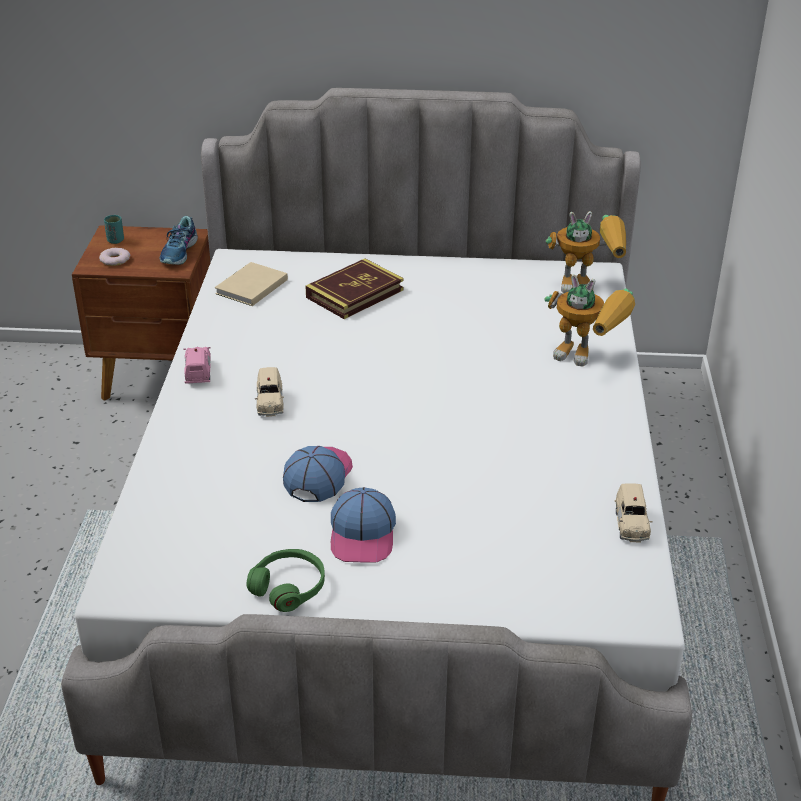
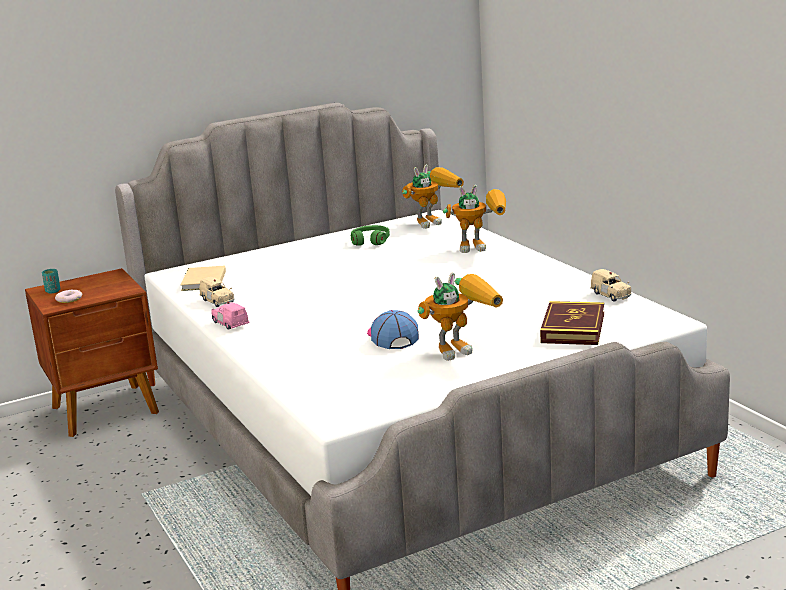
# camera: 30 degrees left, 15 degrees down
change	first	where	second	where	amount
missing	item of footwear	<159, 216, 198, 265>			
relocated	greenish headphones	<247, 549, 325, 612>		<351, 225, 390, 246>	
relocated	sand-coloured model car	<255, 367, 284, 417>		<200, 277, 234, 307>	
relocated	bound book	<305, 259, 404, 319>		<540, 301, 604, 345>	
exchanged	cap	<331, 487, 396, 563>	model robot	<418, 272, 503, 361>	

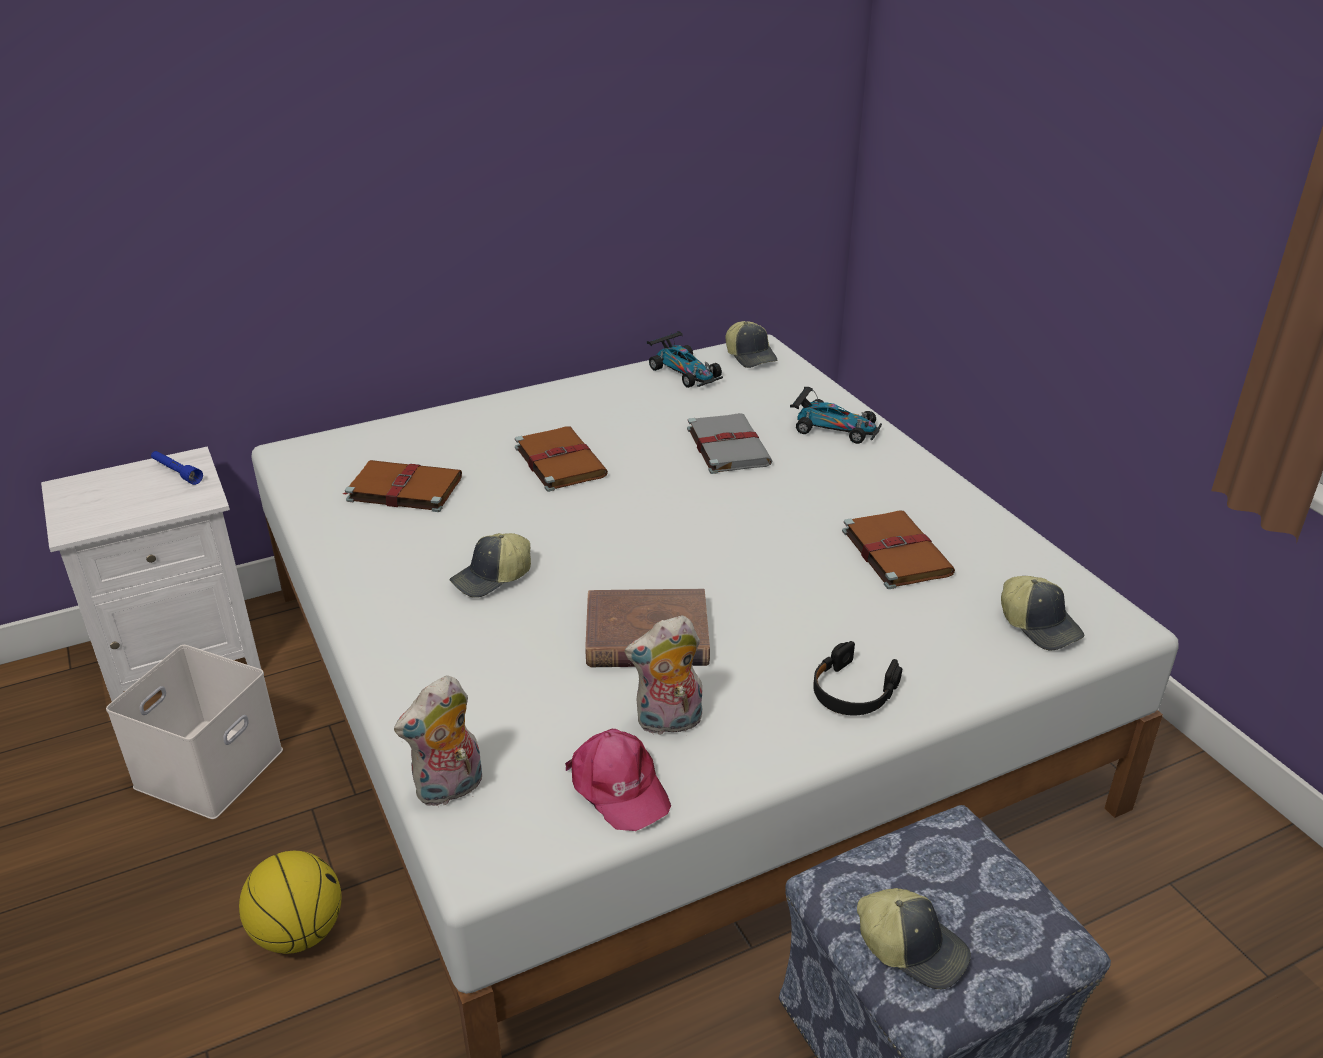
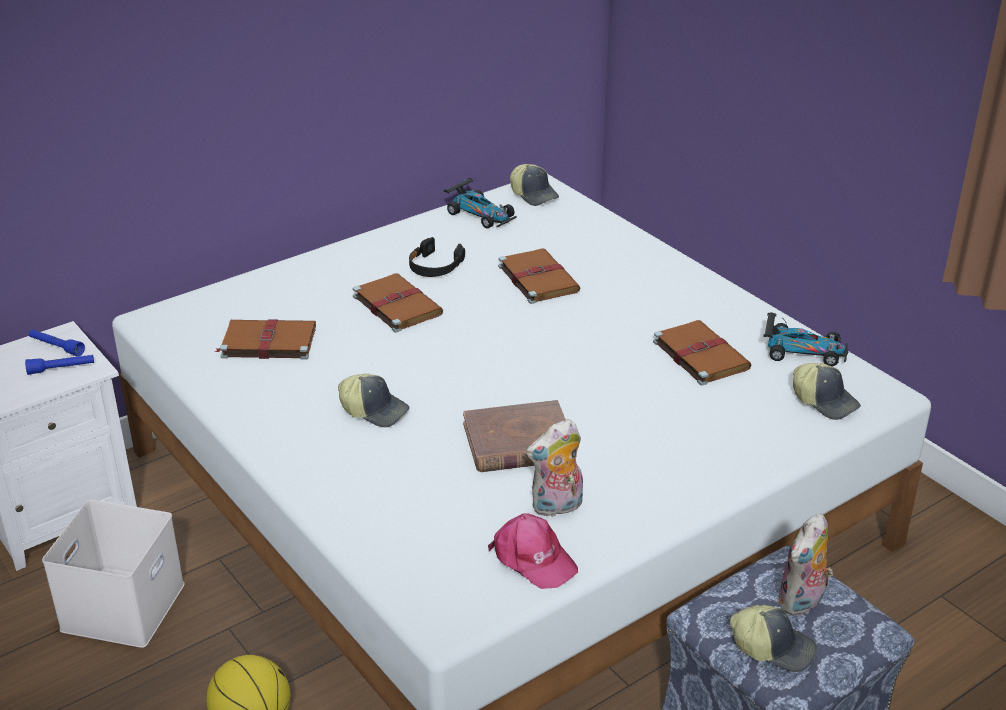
# camera: 10 degrees left, 0 degrees up
change	first	where	second	where	amount
relocated	cuddly toy	<394, 675, 482, 808>		<777, 513, 833, 616>	
spun	cap	<450, 533, 531, 598>		<338, 373, 410, 427>	105 degrees counterclockwise
colour	greyish bound book	<687, 413, 772, 474>	brownish bound book	<498, 248, 581, 304>	
relocated	model car	<790, 387, 882, 444>		<763, 312, 848, 366>	
relocated	blackish headphones	<813, 641, 902, 715>		<409, 237, 465, 277>	
appeared			blue torch	<25, 355, 94, 375>	

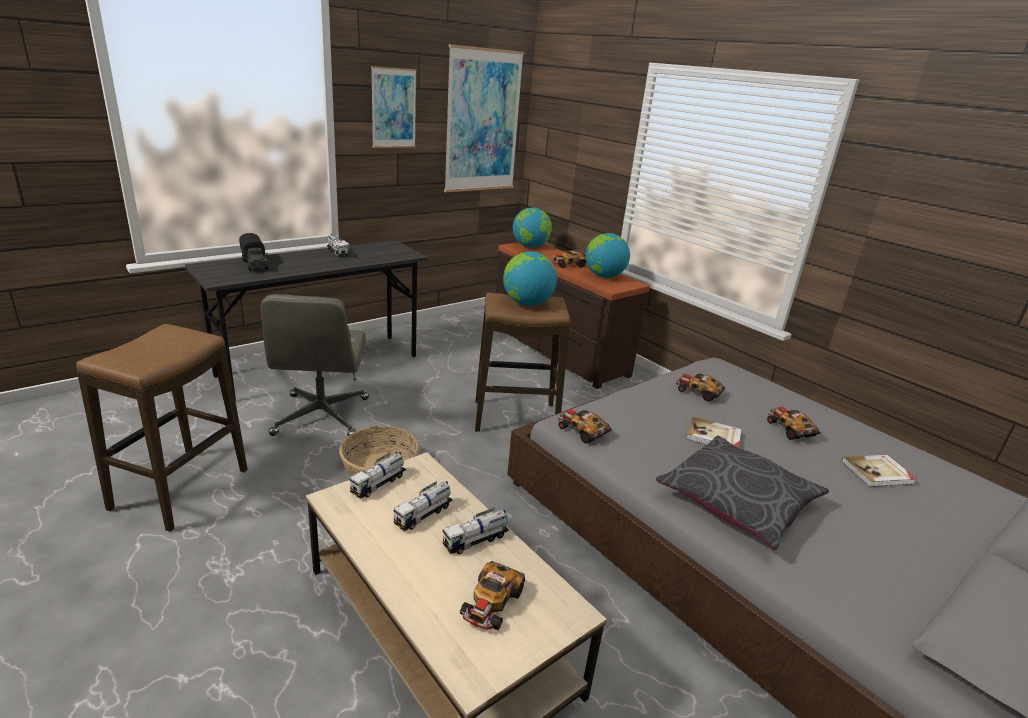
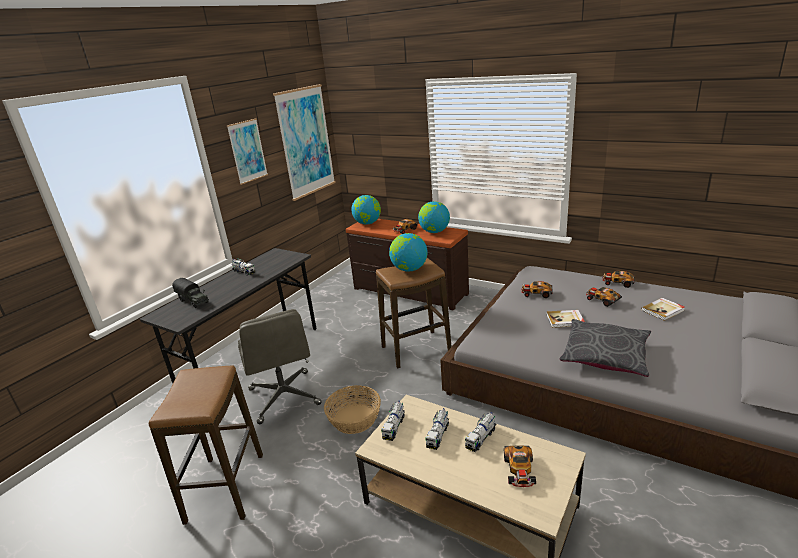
# camera: 15 degrees left, 0 degrees up
change	first	where	second	where	amount
relocated	model car	<558, 407, 612, 444>		<603, 271, 635, 288>	

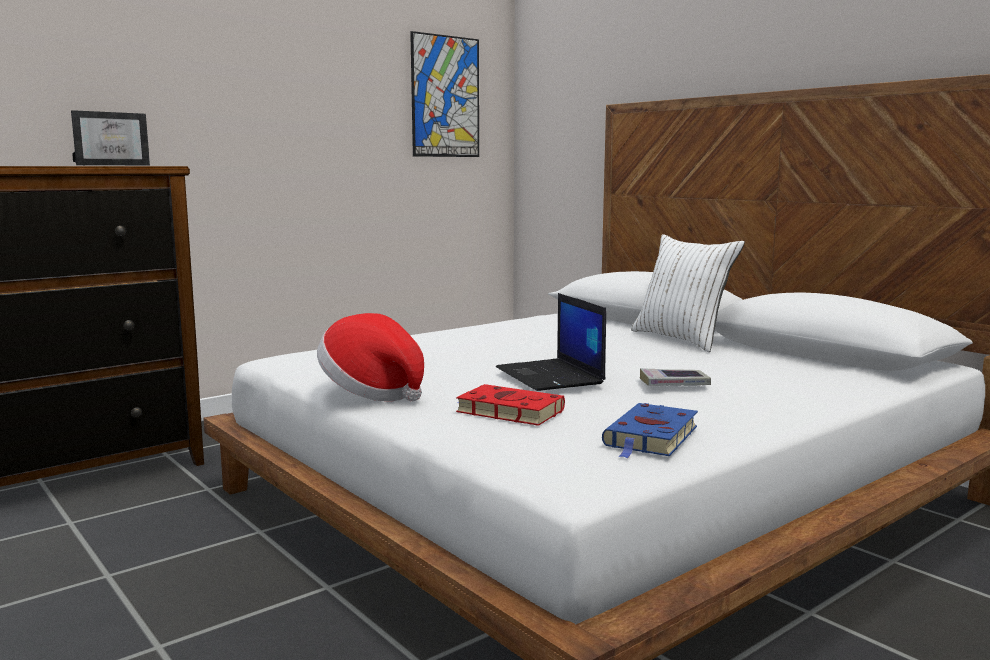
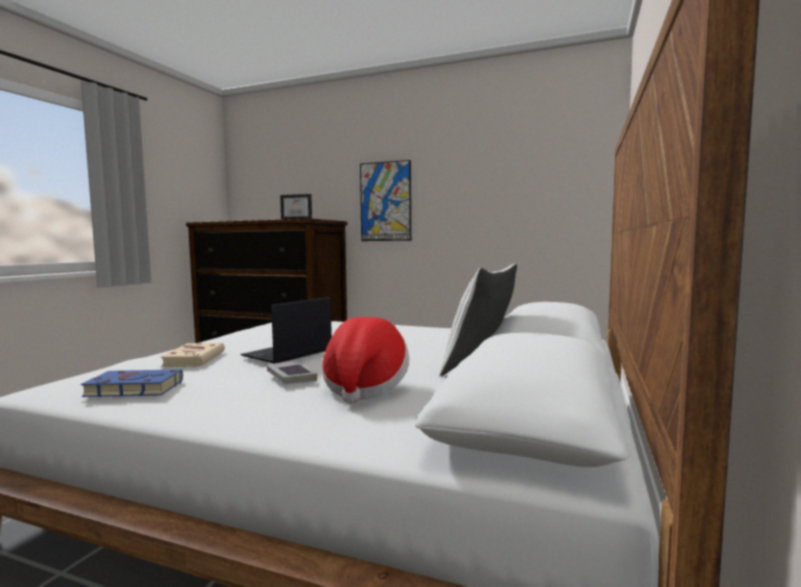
# camera: 60 degrees right, 5 degrees down
change	first	where	second	where	amount
relocated	hat	<317, 313, 424, 401>		<322, 317, 409, 404>	
relocated	picture	<410, 31, 479, 157>		<360, 160, 411, 241>	
colour	red-coloured bound book	<456, 384, 565, 426>	sand-coloured bound book	<160, 343, 225, 367>	

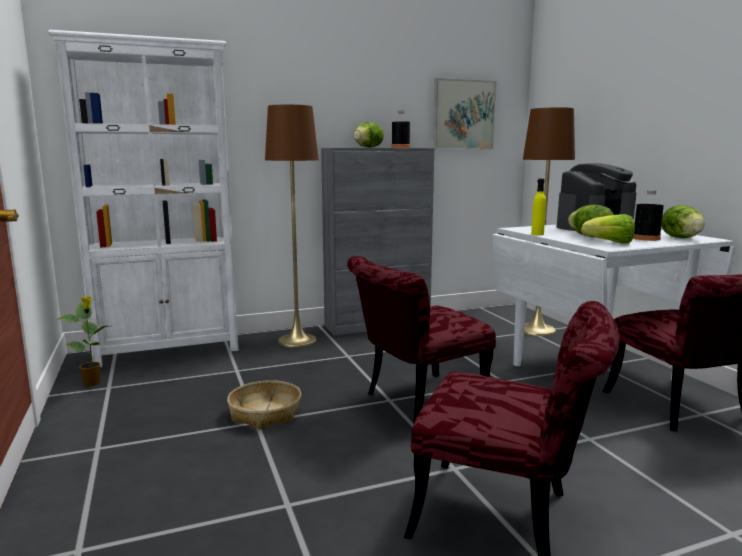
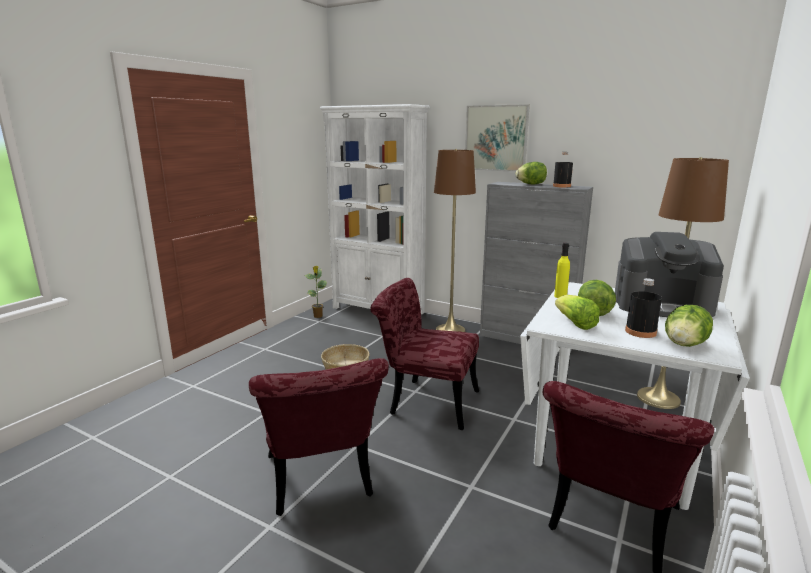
# camera: 50 degrees right, 5 degrees up
change	first	where	second	where	amount
relocated	picture	<433, 78, 497, 150>		<465, 104, 530, 172>	

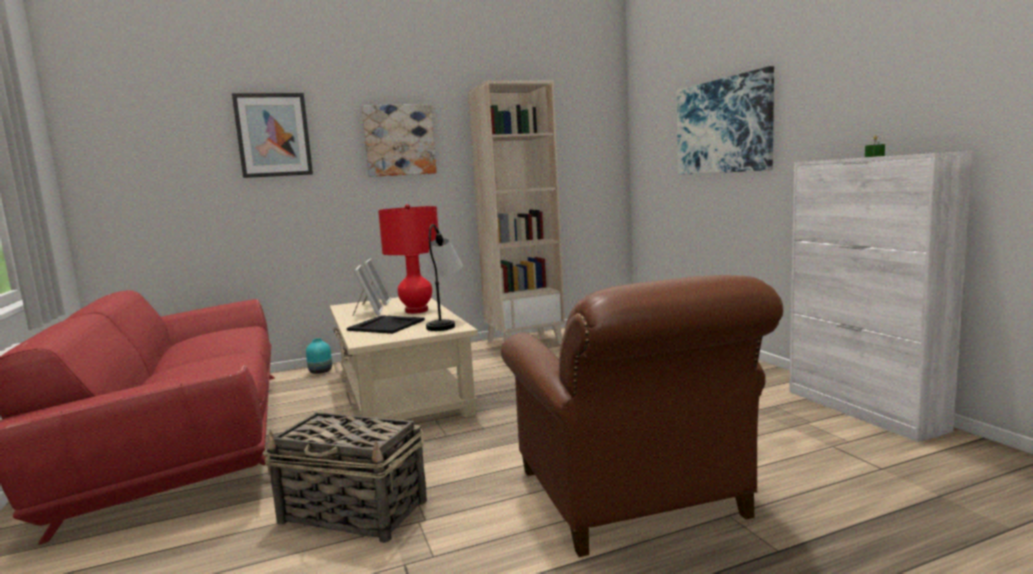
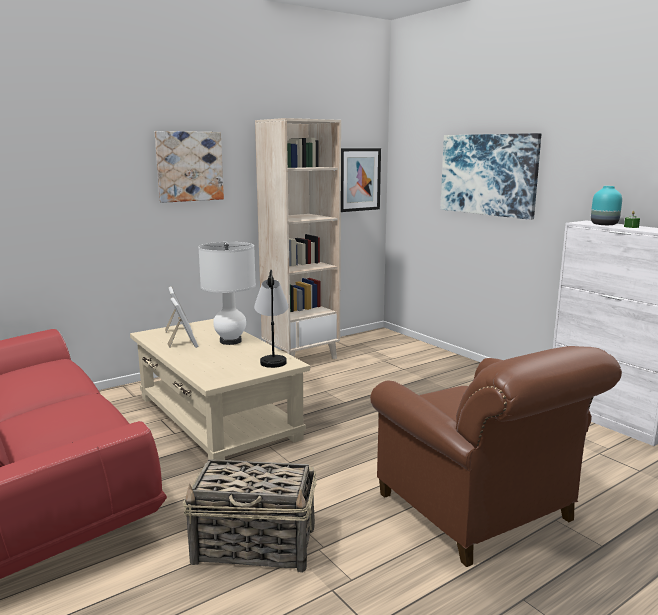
# camera: 15 degrees left, 5 degrees up
change	first	where	second	where	amount
relocated	picture	<232, 93, 313, 178>		<341, 148, 381, 212>	
relocated	blue-green decorative vase	<306, 338, 332, 374>		<591, 186, 622, 225>	
missing	blackish tray	<347, 315, 425, 334>			
colour	red-coloured table lamp	<378, 204, 439, 314>	whitish table lamp	<198, 242, 256, 345>	

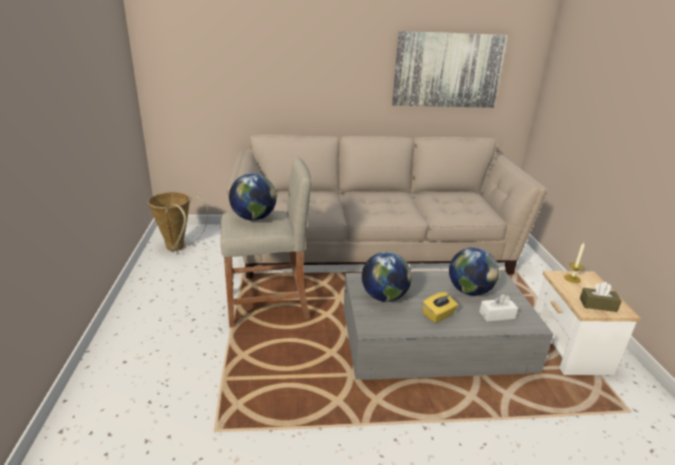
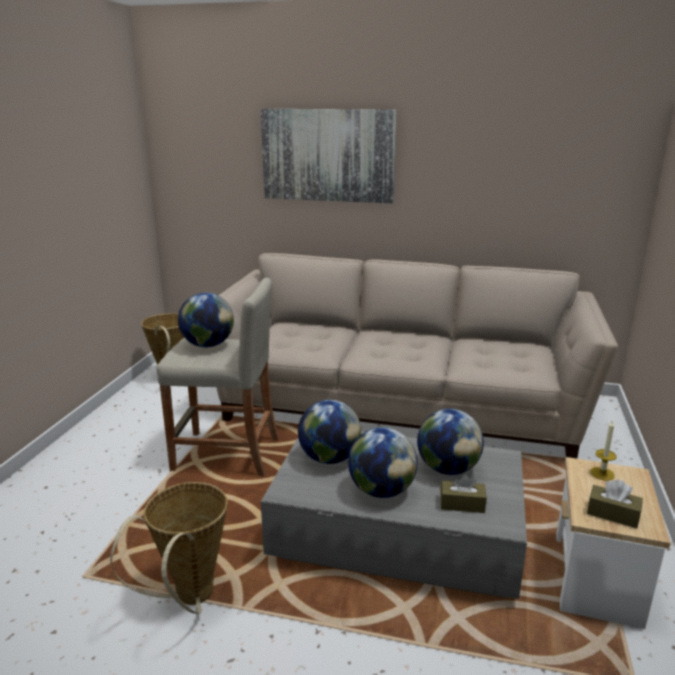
# camera: 20 degrees right, 5 degrees down
change	first	where	second	where	amount
relocated	picture	<392, 31, 508, 108>		<261, 109, 396, 203>	
exchanged	yellow-coloured box of tissues	<422, 292, 458, 323>	world globe	<348, 427, 418, 498>	
colour	whitish box of tissues	<479, 294, 518, 322>	brownish box of tissues	<440, 474, 487, 513>	
appeared			household basket	<110, 482, 228, 614>	

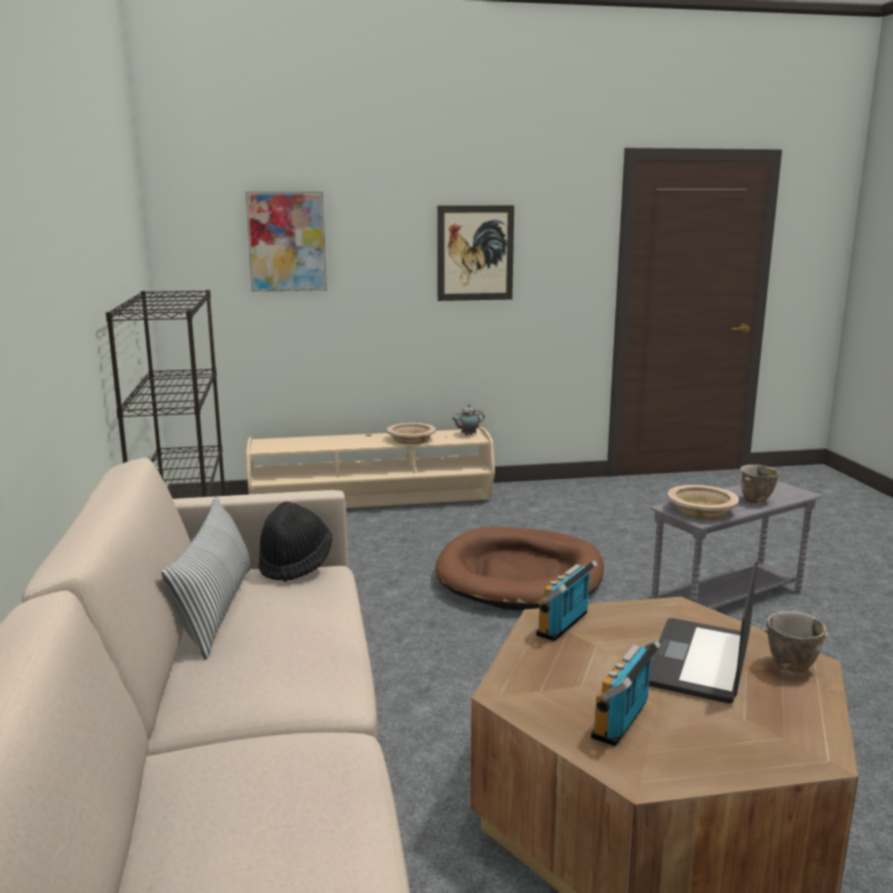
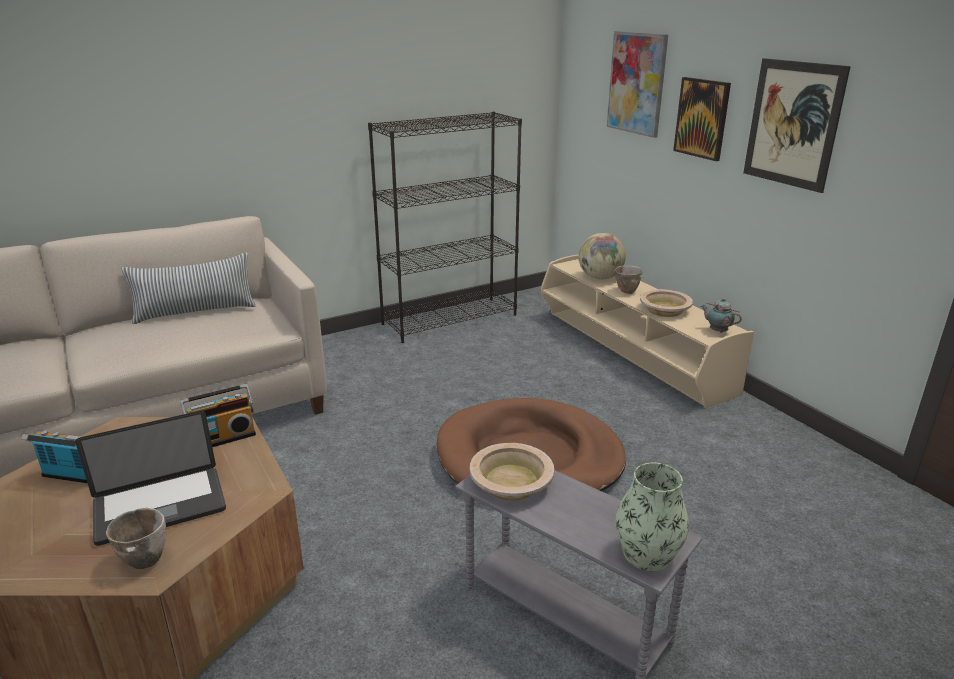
# camera: 70 degrees right, 10 degrees up
change	first	where	second	where	amount
missing	blackish hat	<259, 502, 332, 582>			
spun	radio receiver	<536, 560, 598, 641>		<180, 384, 256, 447>	135 degrees clockwise
spun	notebook computer	<649, 561, 757, 704>		<75, 411, 226, 546>	150 degrees clockwise
relocated	deep dish	<740, 465, 779, 503>		<614, 266, 643, 294>	
appeared			world globe	<579, 233, 626, 280>	
appeared			decorative vase	<616, 463, 689, 571>	
appeared			picture	<673, 77, 731, 161>	

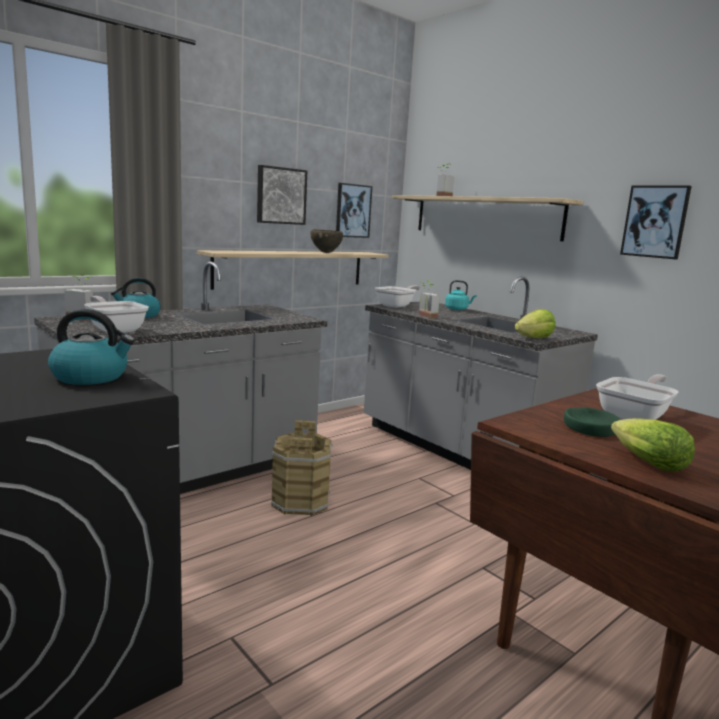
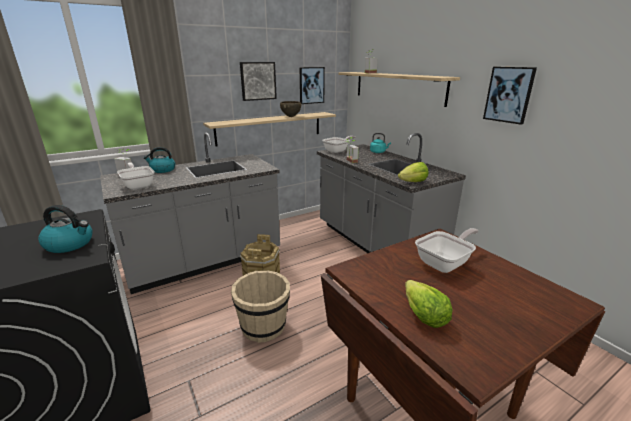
# camera: 10 degrees right, 10 degrees up
change	first	where	second	where	amount
missing	greenish deep dish	<564, 407, 620, 437>			
appeared			sand-coloured bucket	<231, 271, 290, 343>	

